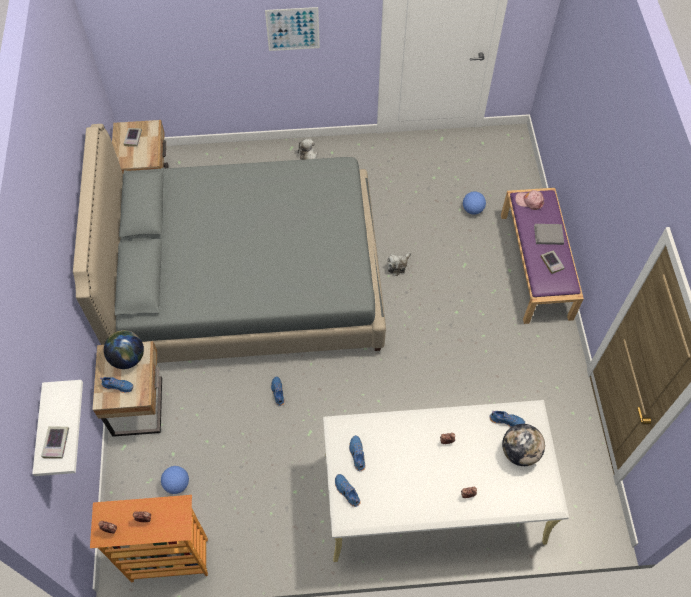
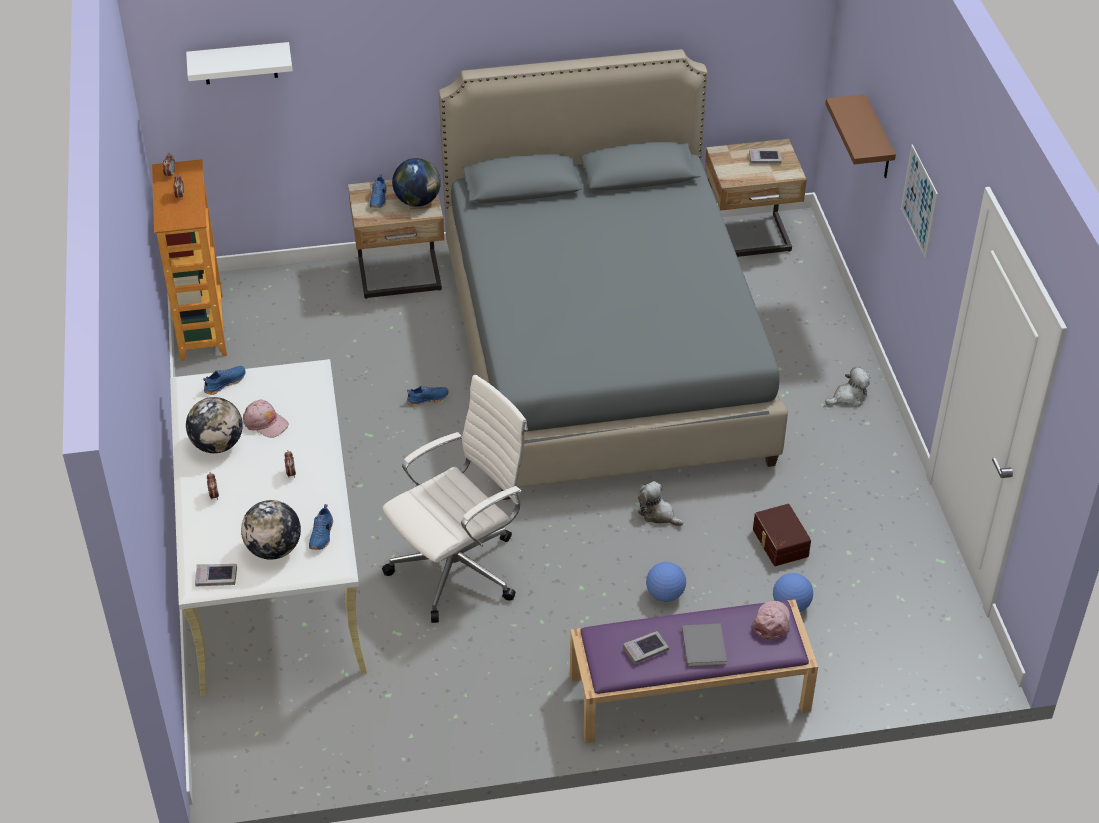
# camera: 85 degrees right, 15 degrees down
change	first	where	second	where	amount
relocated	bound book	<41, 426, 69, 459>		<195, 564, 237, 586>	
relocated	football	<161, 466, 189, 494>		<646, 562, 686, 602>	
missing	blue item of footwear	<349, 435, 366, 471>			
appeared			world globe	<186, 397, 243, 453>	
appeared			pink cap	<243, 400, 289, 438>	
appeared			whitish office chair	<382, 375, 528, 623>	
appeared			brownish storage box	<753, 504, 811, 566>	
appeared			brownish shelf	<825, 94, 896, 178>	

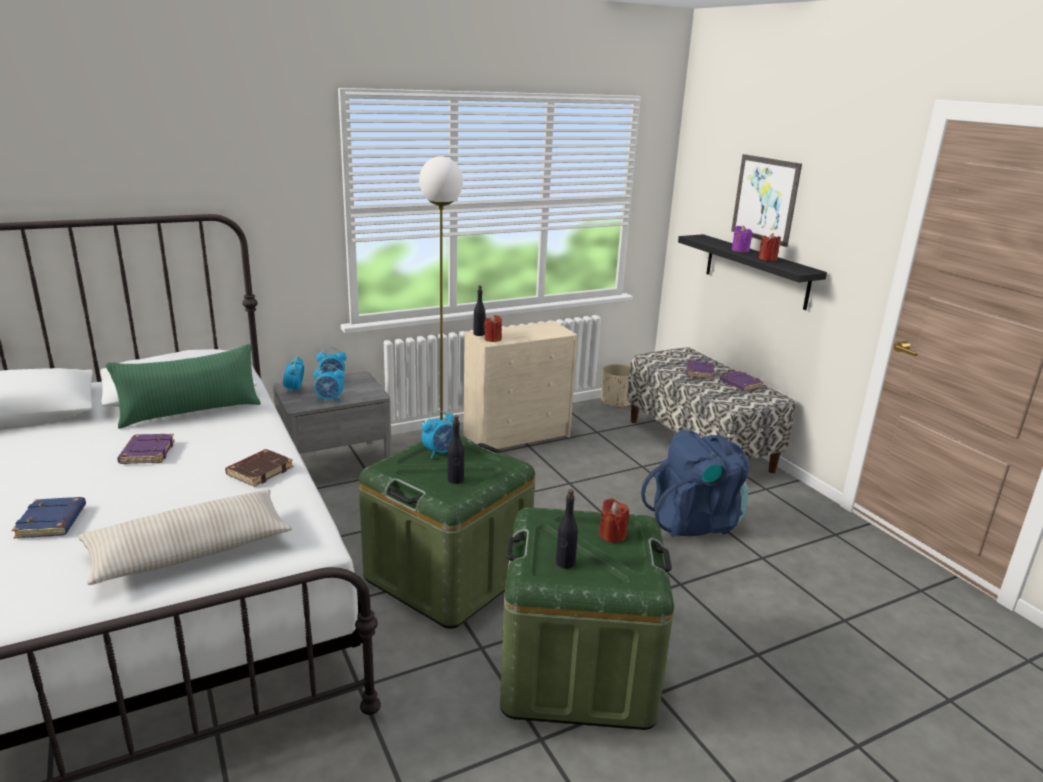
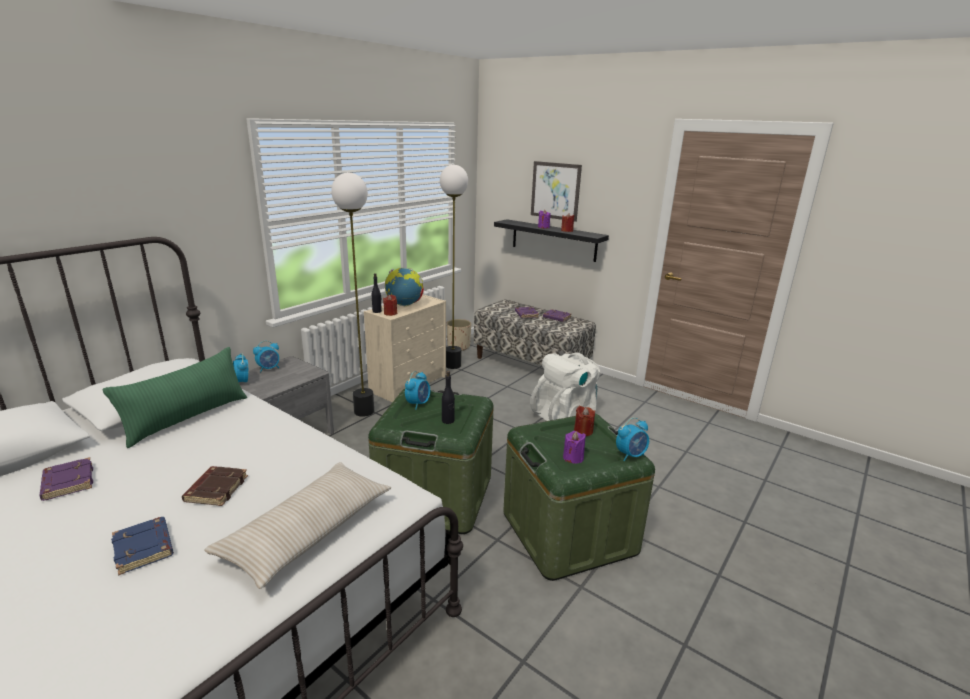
# camera: 25 degrees left, 0 degrees up
change	first	where	second	where	amount
relocated	purple-coloured bound book	<117, 434, 175, 464>		<39, 457, 93, 501>	
relocated	brownish bound book	<225, 449, 293, 487>		<182, 466, 248, 506>	
relocated	alarm clock	<313, 364, 345, 402>		<616, 418, 649, 461>	
exchanged	blackish beverage bottle	<556, 489, 578, 569>	purple-coloured wax light	<563, 431, 586, 464>	
colour	blue knapsack	<641, 430, 749, 537>	whitish knapsack	<530, 353, 600, 421>	
appeared			world globe	<385, 268, 424, 306>	
appeared			floor lamp	<440, 165, 468, 369>	

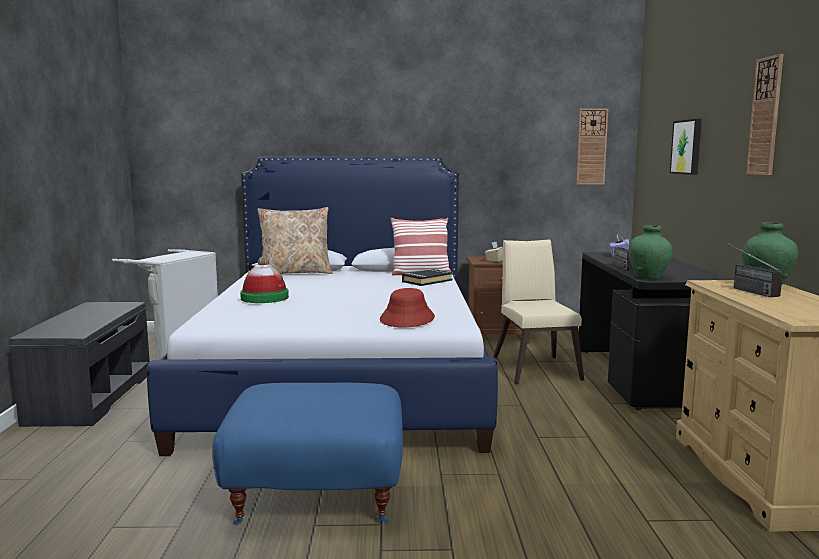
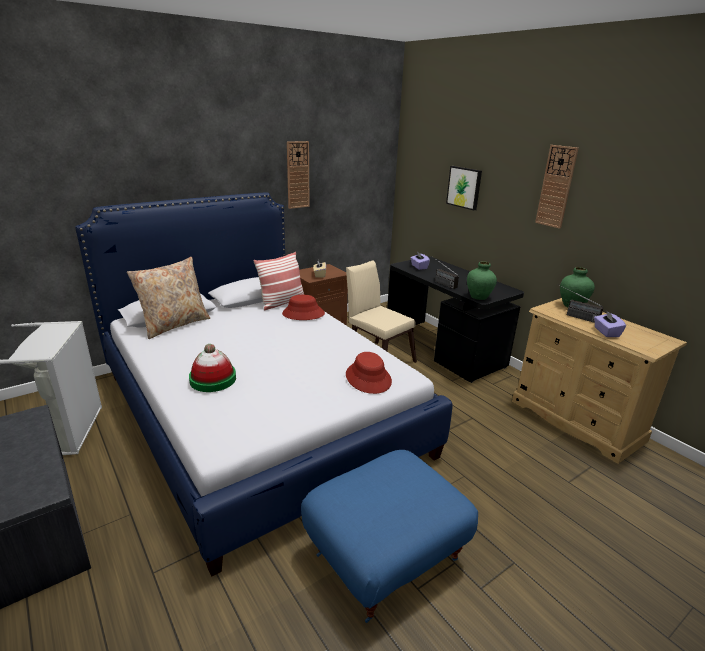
# camera: 35 degrees left, 15 degrees up
change	first	where	second	where	amount
exchanged	blackish bound book	<402, 269, 453, 286>	red-coloured hat	<282, 295, 325, 320>	
relocated	hanging clock	<576, 108, 608, 185>		<287, 141, 310, 209>	
appeared			purple-coloured box of tissues	<594, 310, 626, 337>	

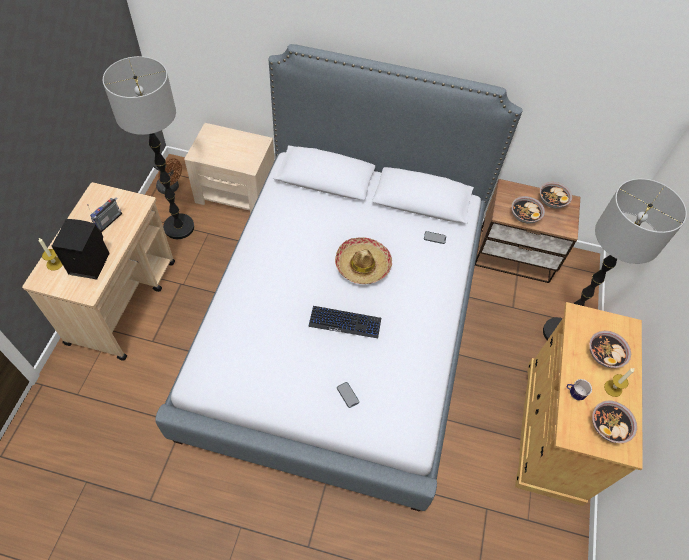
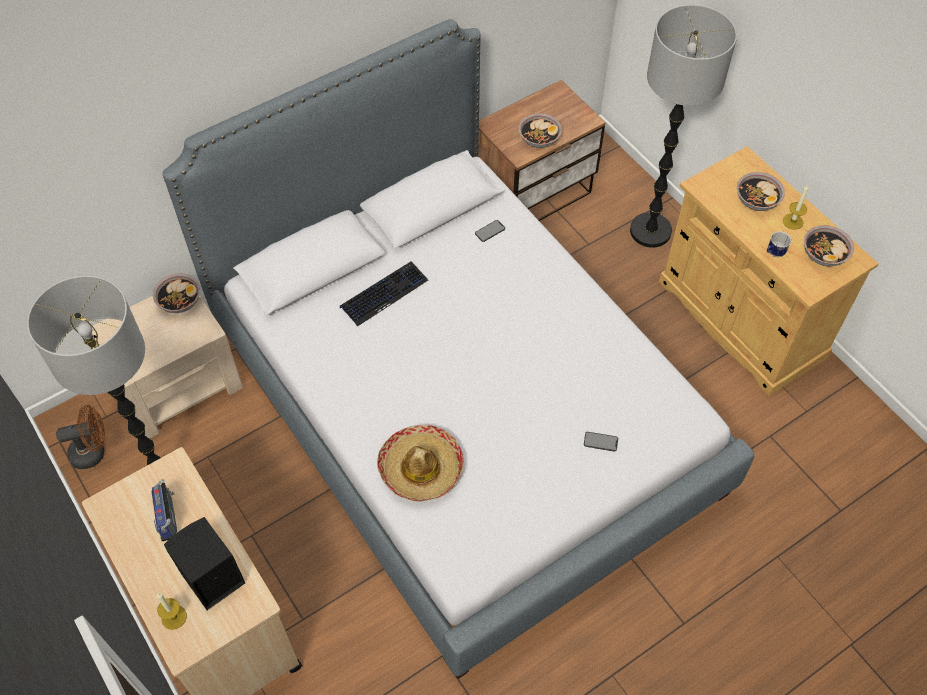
# camera: 45 degrees left, 0 degrees up
change	first	where	second	where	amount
relocated	computer keyboard	<308, 306, 381, 338>		<340, 262, 428, 327>	
relocated	hat	<335, 237, 392, 284>		<377, 425, 464, 502>	
relocated	deep dish	<540, 182, 572, 208>		<153, 273, 200, 313>	

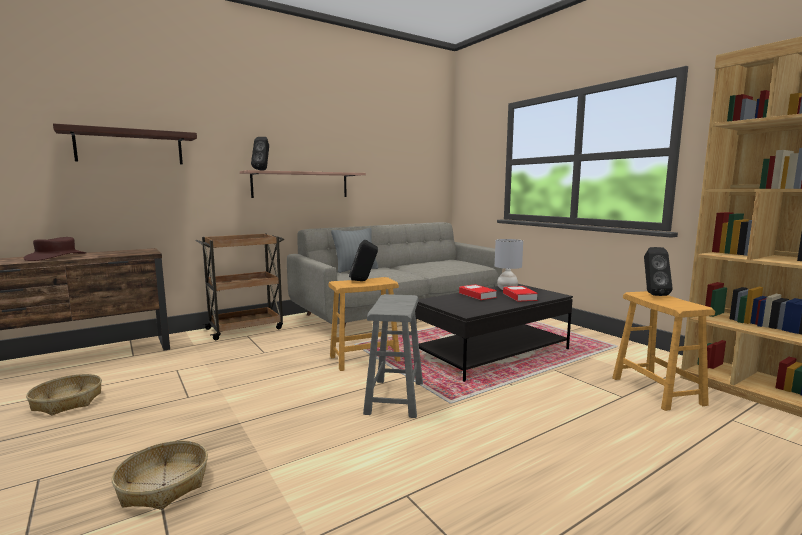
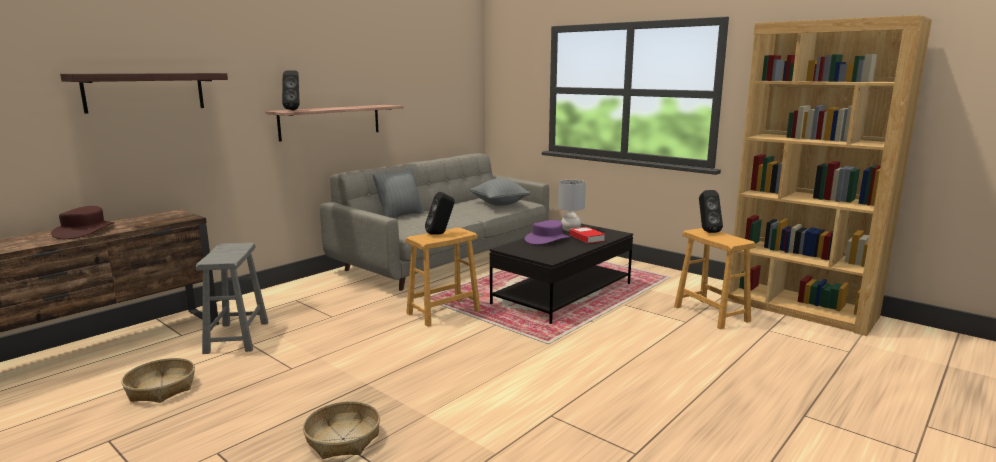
# camera: 15 degrees left, 5 degrees up
change	first	where	second	where	amount
missing	brownish cart	<196, 234, 284, 340>			
relocated	greyish sitting stool	<363, 294, 423, 418>		<196, 243, 269, 354>	
exchanged	bound book	<459, 284, 497, 300>	purple-coloured hat	<525, 220, 570, 245>	
appeared			greyish cushion	<470, 179, 530, 206>	

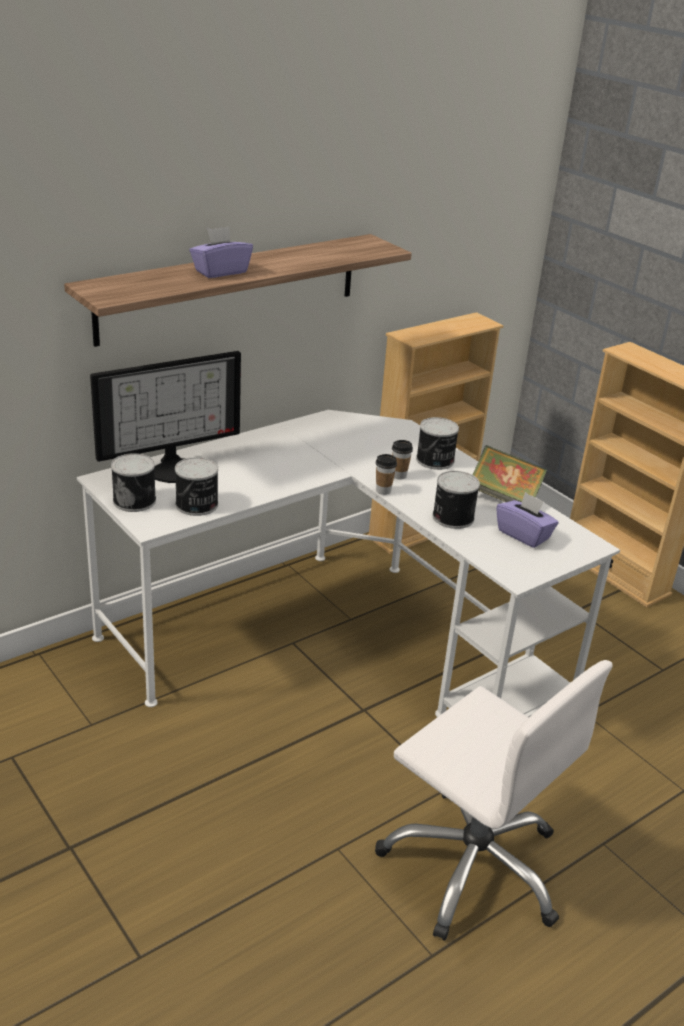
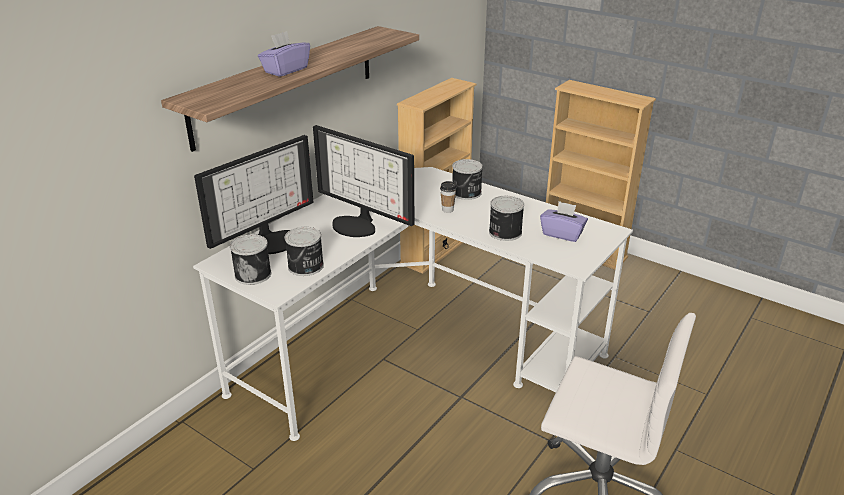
# camera: 15 degrees left, 0 degrees up
change	first	where	second	where	amount
missing	small cup	<376, 454, 397, 495>			
missing	bound book	<472, 445, 547, 502>			
appeared			monitor	<313, 125, 414, 237>	

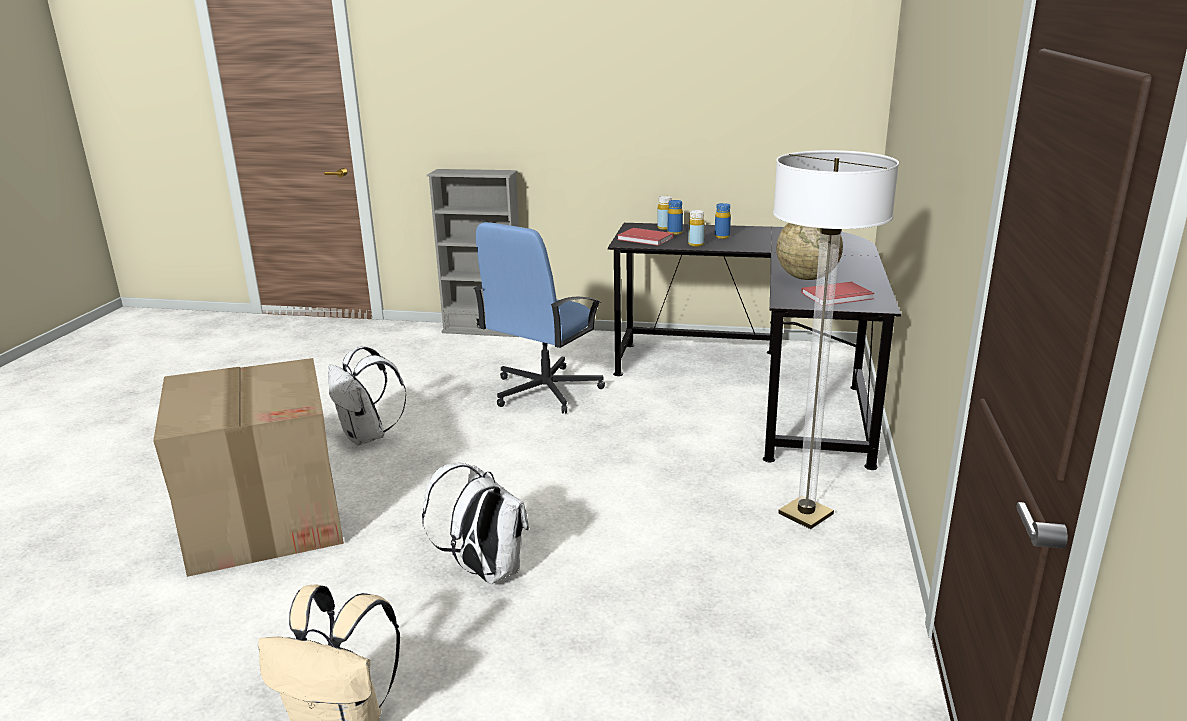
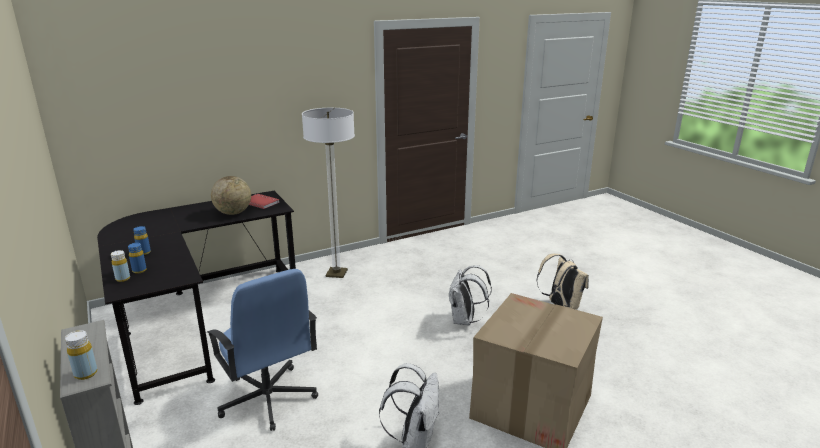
# camera: 130 degrees left, 0 degrees up
change	first	where	second	where	amount
spun	blue office chair	<473, 222, 605, 413>		<207, 269, 318, 431>	60 degrees clockwise
missing	red-coloured bound book	<617, 228, 674, 246>			
relocated	yellow-coloured beverage bottle	<688, 210, 705, 247>		<65, 330, 97, 380>	

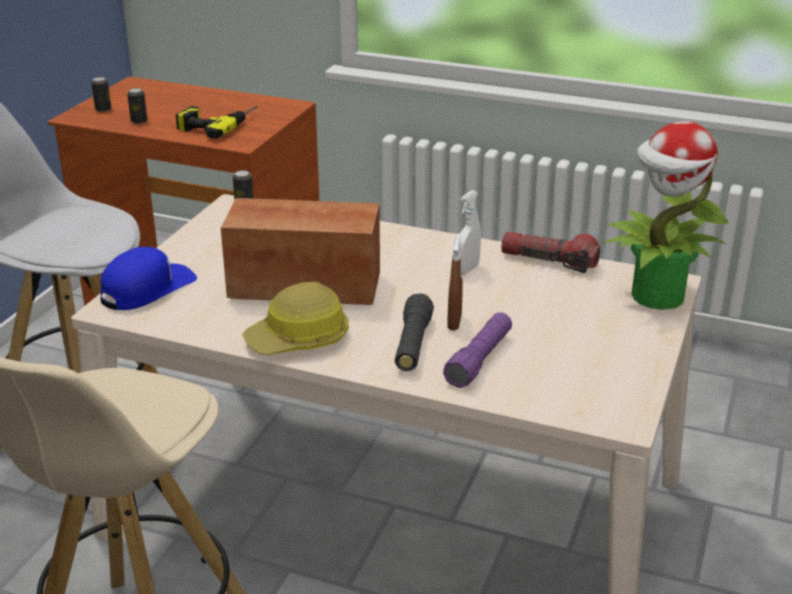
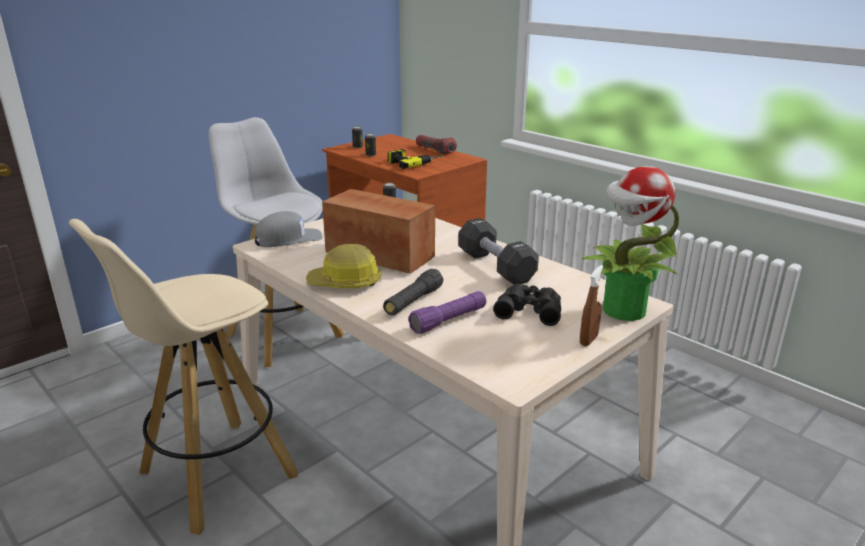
# camera: 25 degrees right, 5 degrees down
change	first	where	second	where	amount
colour	blue cap	<100, 247, 197, 310>	greyish cap	<255, 211, 323, 247>	
relocated	brownish hand sprayer	<447, 233, 463, 330>		<580, 265, 603, 346>	
exchanged	whitish hand sprayer	<460, 190, 481, 275>	blackish dumbbell	<458, 218, 539, 285>	
relocated	torch	<501, 232, 600, 273>		<416, 135, 457, 154>	
appeared			blackish binoculars	<493, 284, 561, 326>	

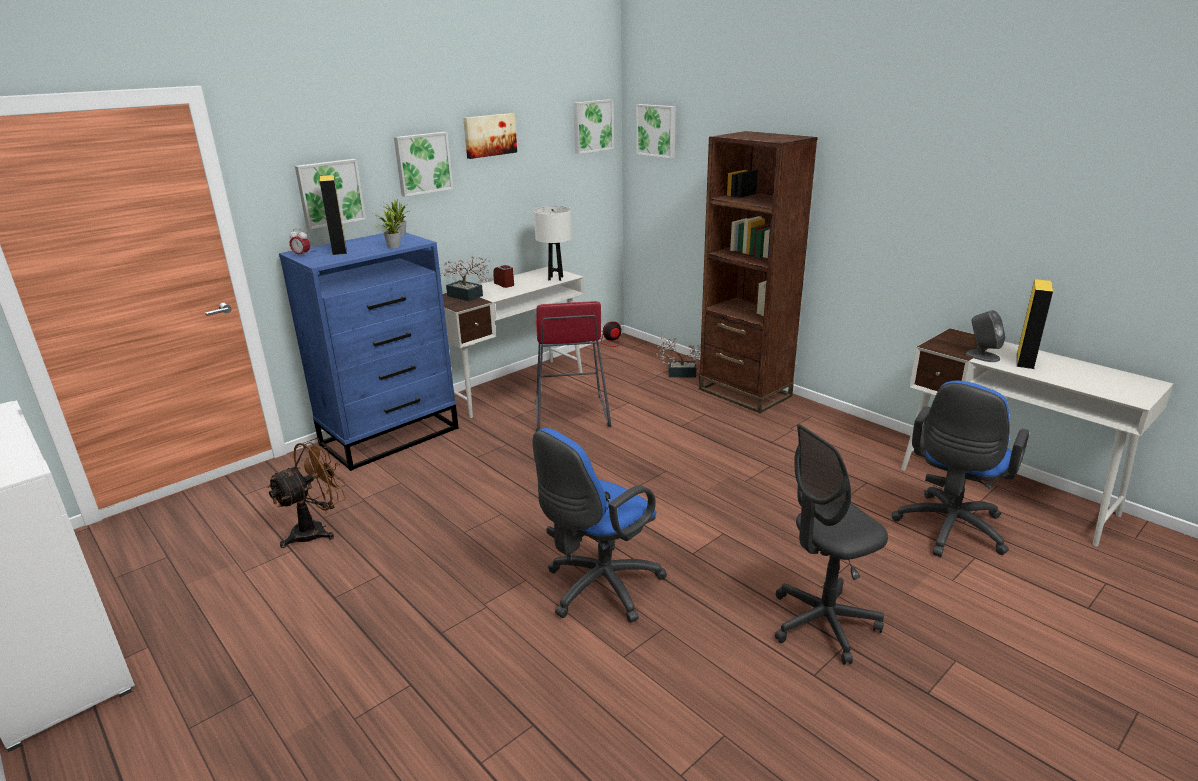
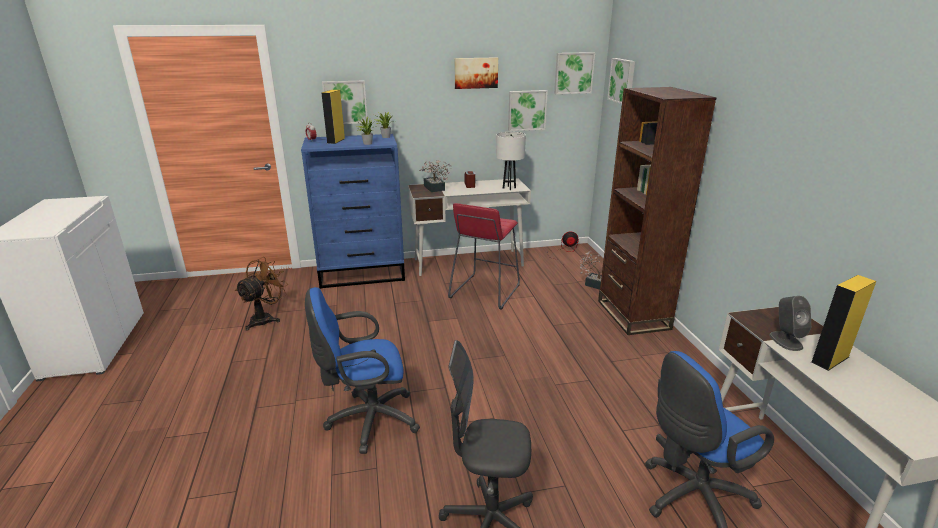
# camera: 30 degrees right, 0 degrees up
change	first	where	second	where	amount
spun	brownish cooling fan	<267, 438, 346, 548>		<235, 257, 287, 331>	45 degrees counterclockwise
relocated	picture	<394, 132, 453, 197>		<508, 90, 548, 131>	

